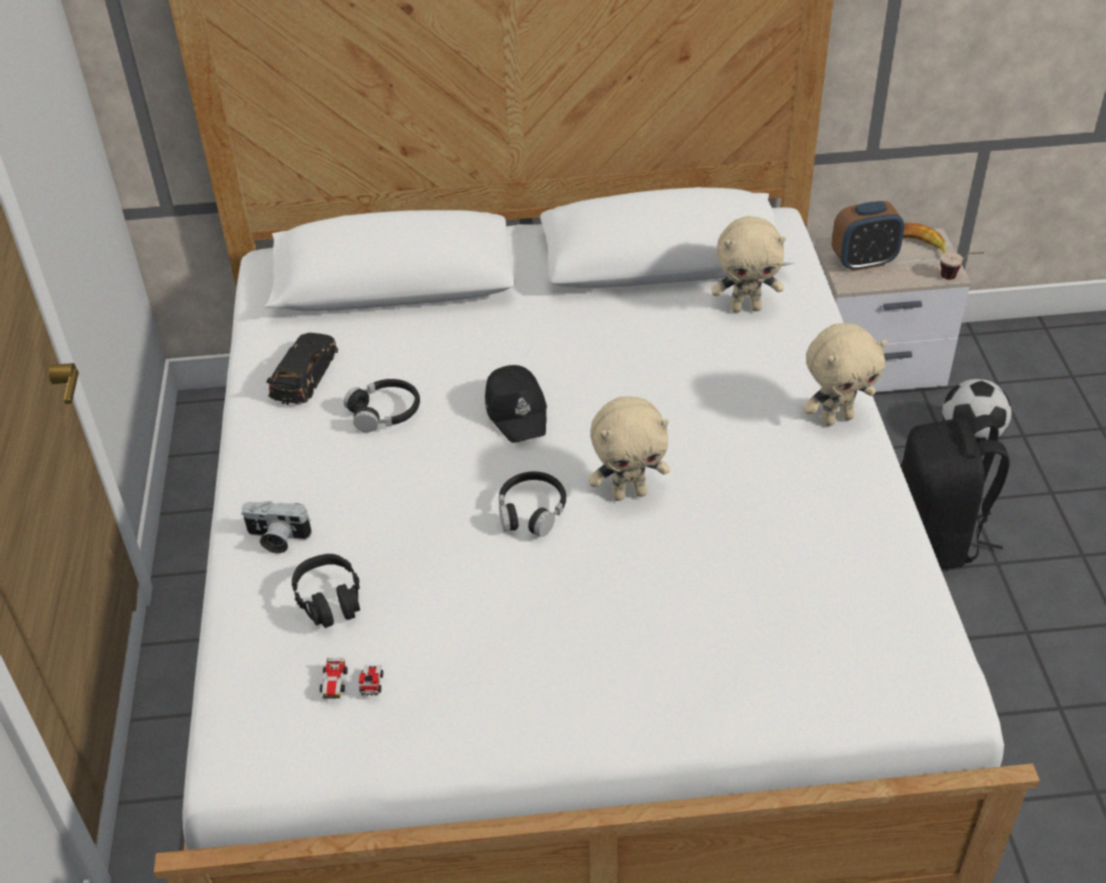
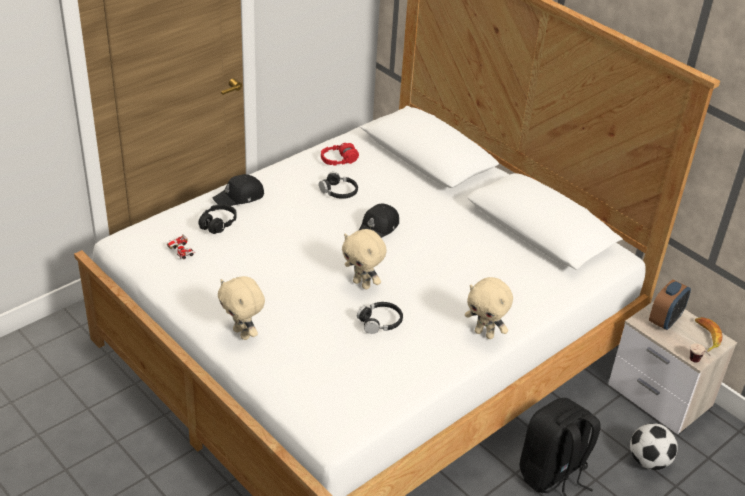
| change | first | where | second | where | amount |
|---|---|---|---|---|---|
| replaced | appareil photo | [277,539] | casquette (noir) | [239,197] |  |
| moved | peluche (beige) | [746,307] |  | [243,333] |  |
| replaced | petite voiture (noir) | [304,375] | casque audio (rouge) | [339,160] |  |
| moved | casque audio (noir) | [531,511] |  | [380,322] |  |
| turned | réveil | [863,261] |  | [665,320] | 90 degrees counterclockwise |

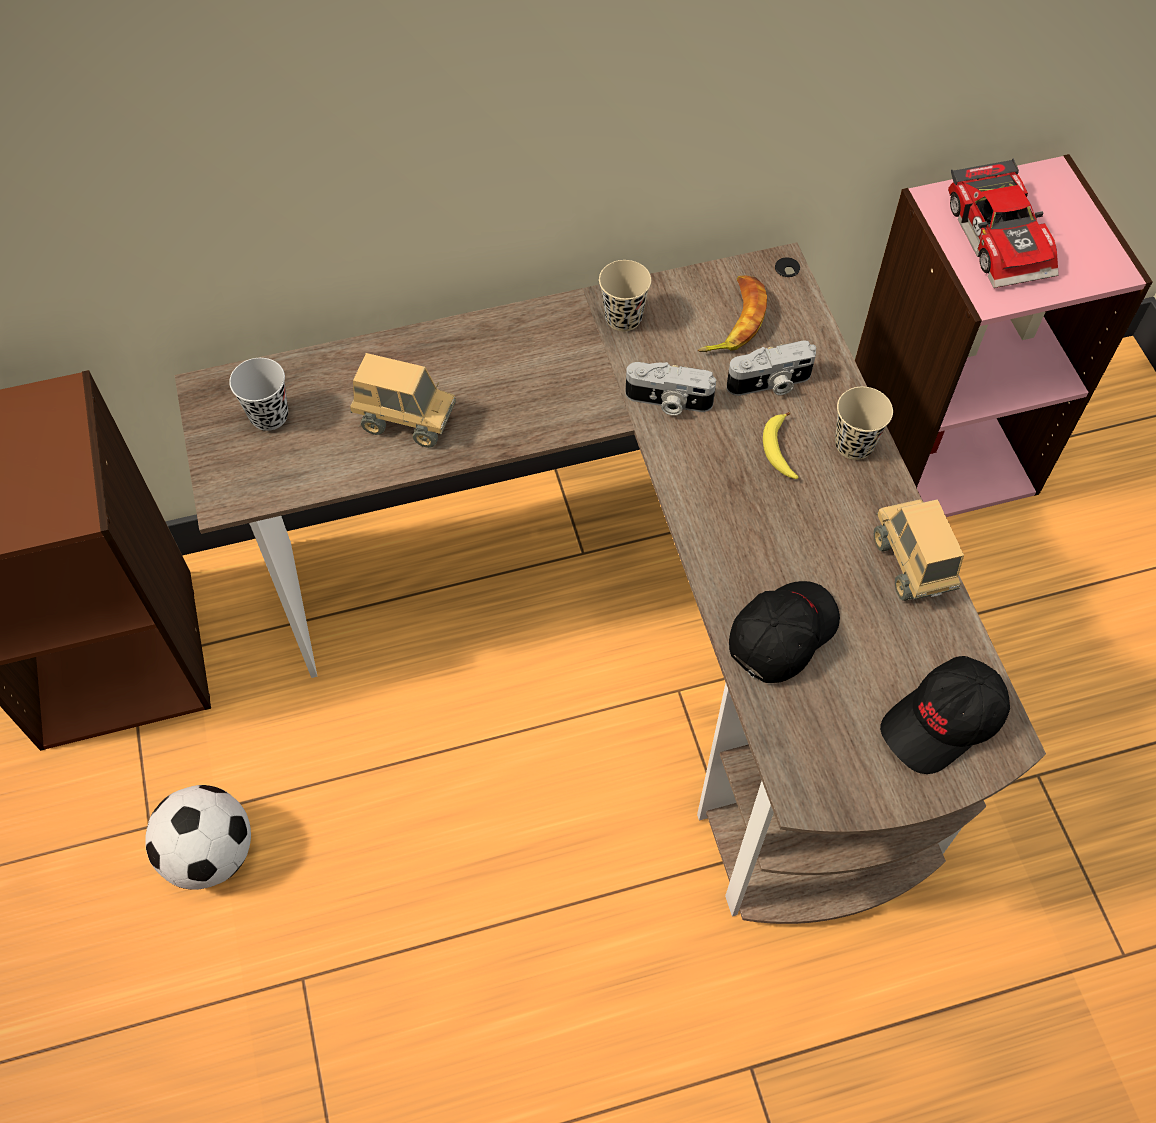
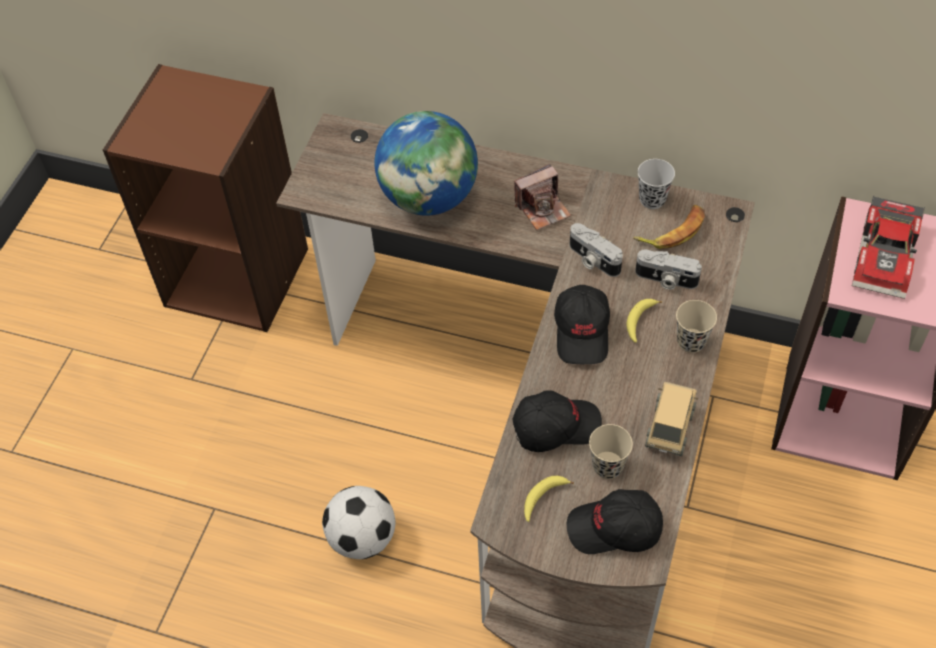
| change | first | where | second | where | amount |
|---|---|---|---|---|---|
| moved | ballon de foot | [210,852] |  | [362,537] |  |
| replaced | camion jouet | [406,422] | globe | [429,198] |  |
| added |  |  | appareil photo | [542,208] |  |
| added |  |  | banane | [543,498] |  |
| added |  |  | casquette (noir) | [582,332] |  |
| moved | tasse (beige) | [623,318] |  | [607,466] |  |
| moved | tasse (noir) | [269,416] |  | [652,199] |  |

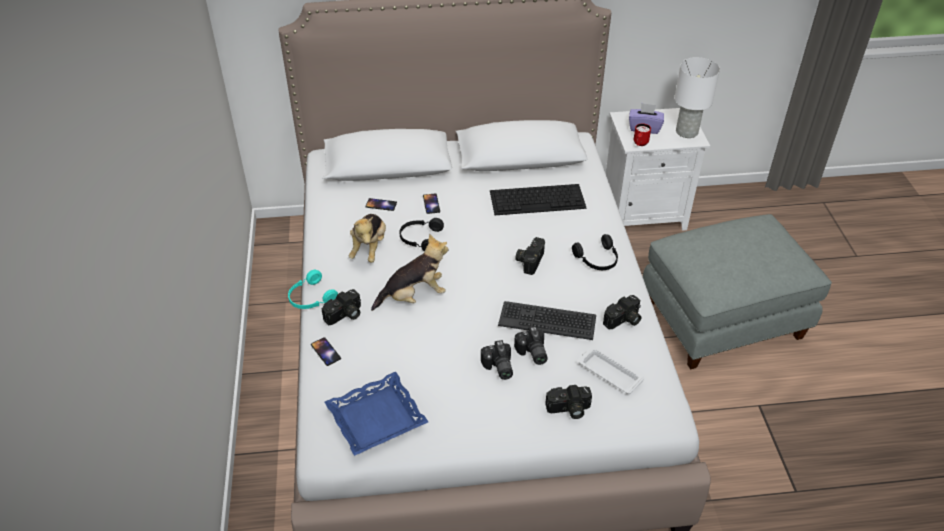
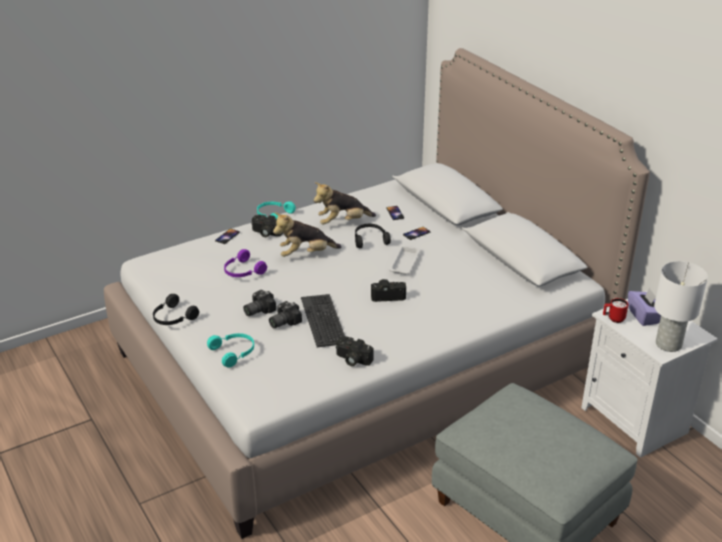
| change | first | where | second | where | amount |
|---|---|---|---|---|---|
| moved | casque audio (noir) | [597,260] |  | [173,318] |  |
| replaced | appareil photo | [568,410] | casque audio (turquoise) | [234,352] |  |
| added |  |  | casque audio (violet) | [242,271] |  |
| turned | peluche | [414,296] |  | [305,254] | 120 degrees clockwise |
| moved | plateau (blanc) | [608,372] |  | [405,262] |  |
| removed | plateau (bleu) | [376,419] |  |  |  |
| removed | clavier | [538,199] |  |  |  |

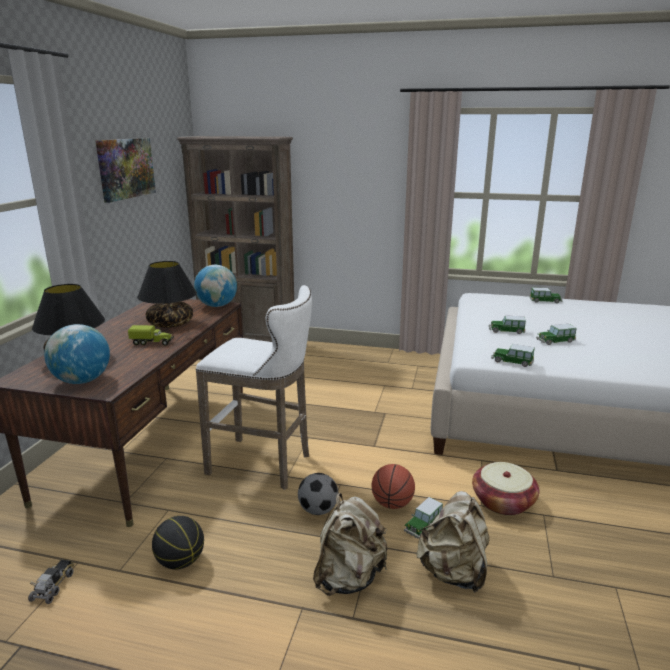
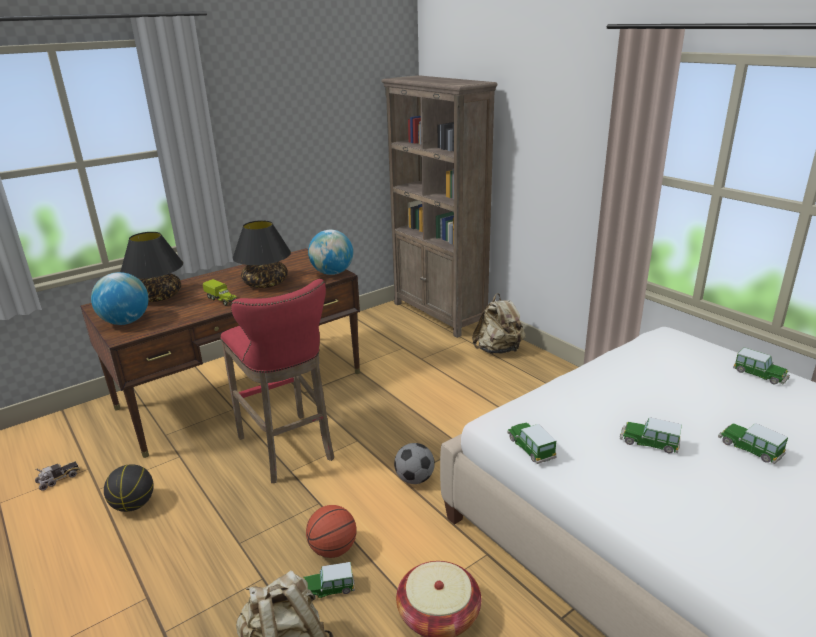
| change | first | where | second | where | amount |
|---|---|---|---|---|---|
| recoloured | tabouret (blanc) | [264,464] | tabouret (rouge) | [289,450] |  |
| moved | ballon de foot | [318,510] |  | [414,479] |  |
| moved | sac à dos (beige) | [349,577] |  | [498,350] |  |
| moved | petite voiture | [506,331] |  | [749,448] |  |
| removed | tableau | [125,168] |  |  |  |

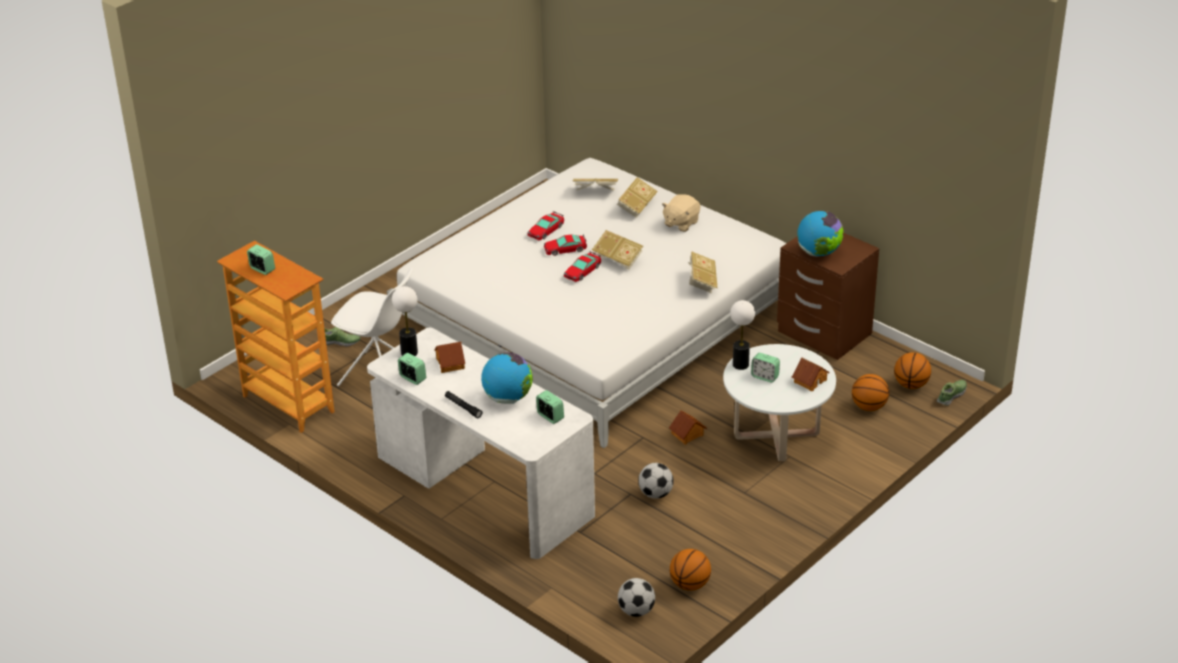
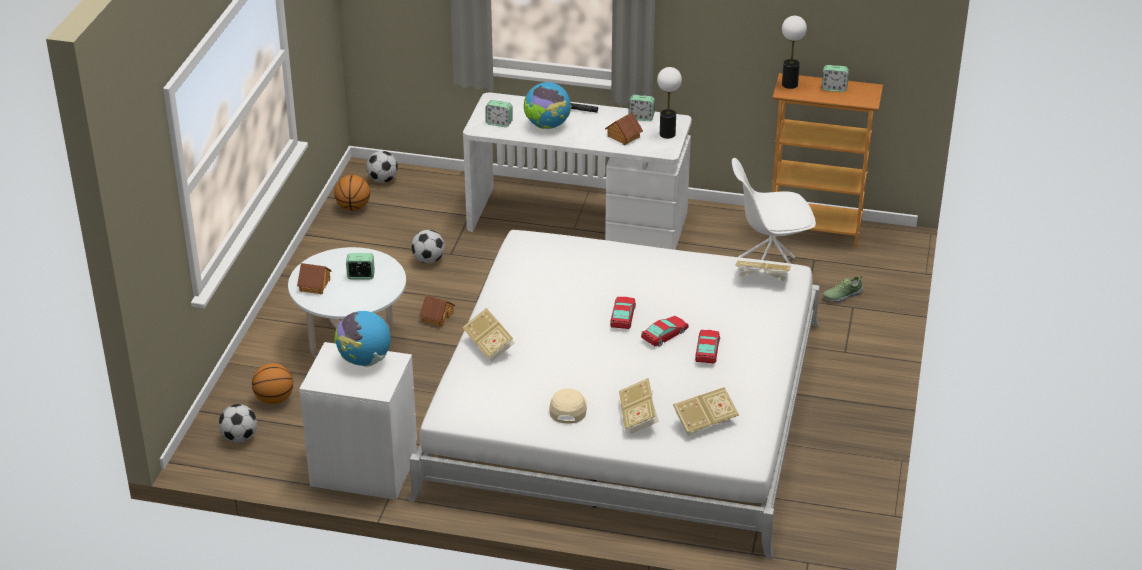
| change | first | where | second | where | amount |
|---|---|---|---|---|---|
| replaced | ballon de basket | [911,385] | ballon de foot | [239,438] |  |
| recoloured | table de chevet (marron) | [823,333] | table de chevet (blanc) | [364,468] |  |
| replaced | peluche (beige) | [680,223] | casquette (beige) | [568,408] |  |
| moved | livre | [618,259] |  | [762,280] |  |
| moved | lampe de table | [741,364] |  | [789,84] |  |
| removed | chaussure | [951,396] |  |  |  |

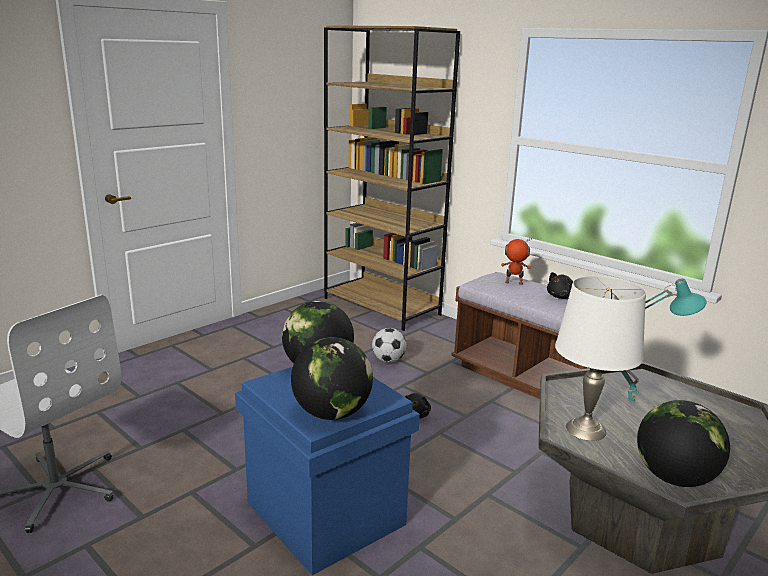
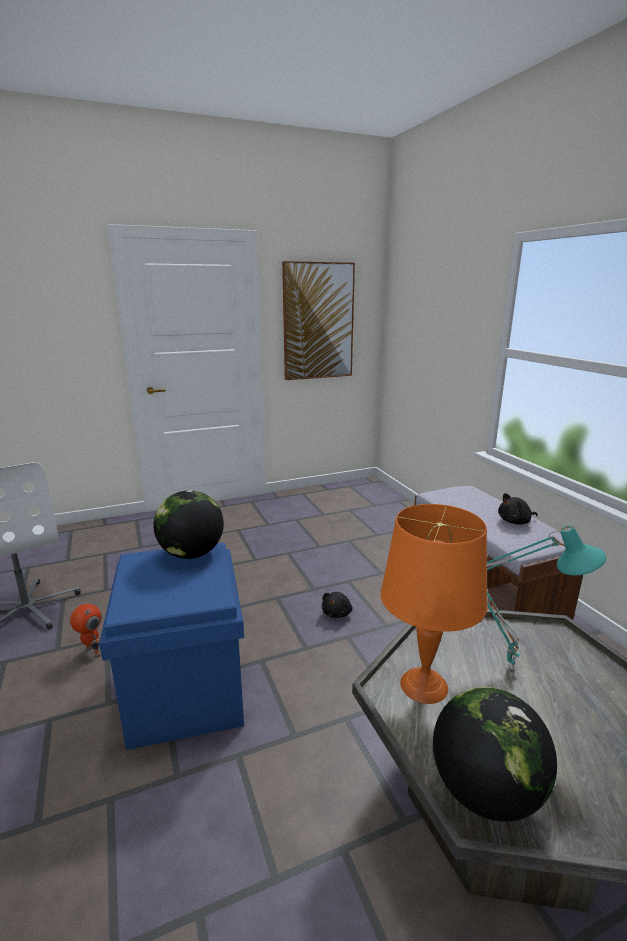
| change | first | where | second | where | amount |
|---|---|---|---|---|---|
| moved | robot jouet | [513,283] |  | [92,652] |  |
| added |  |  | tableau | [318,321] |  |
| recoloured | lampe de table (blanc) | [586,429] | lampe de table (orange) | [423,686] |  |
| removed | globe | [331,413] |  |  |  |
| removed | bibliothèque (marron) | [382,306] |  |  |  |
| removed | ballon de foot | [388,360] |  |  |  |

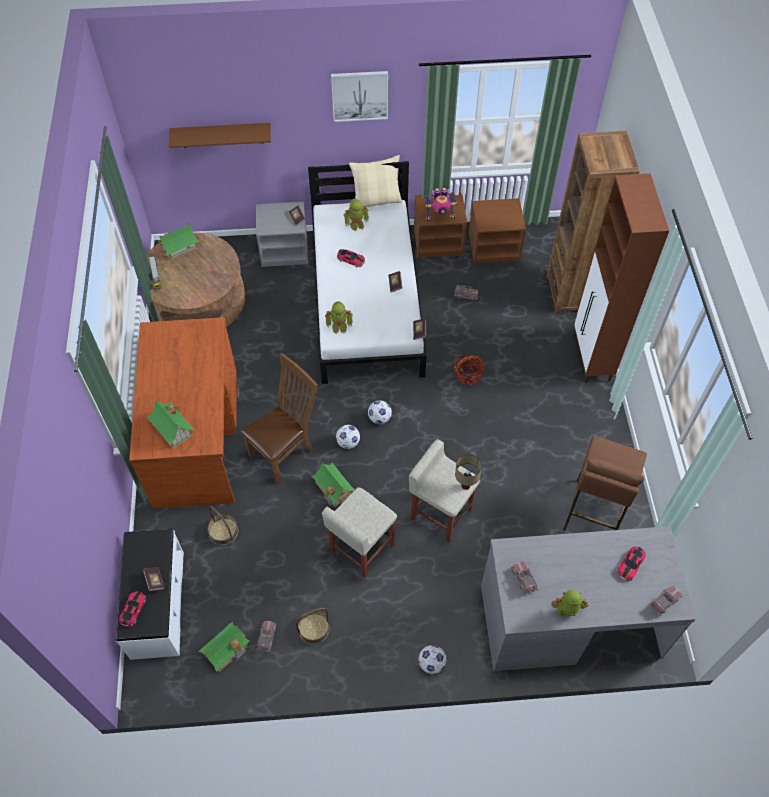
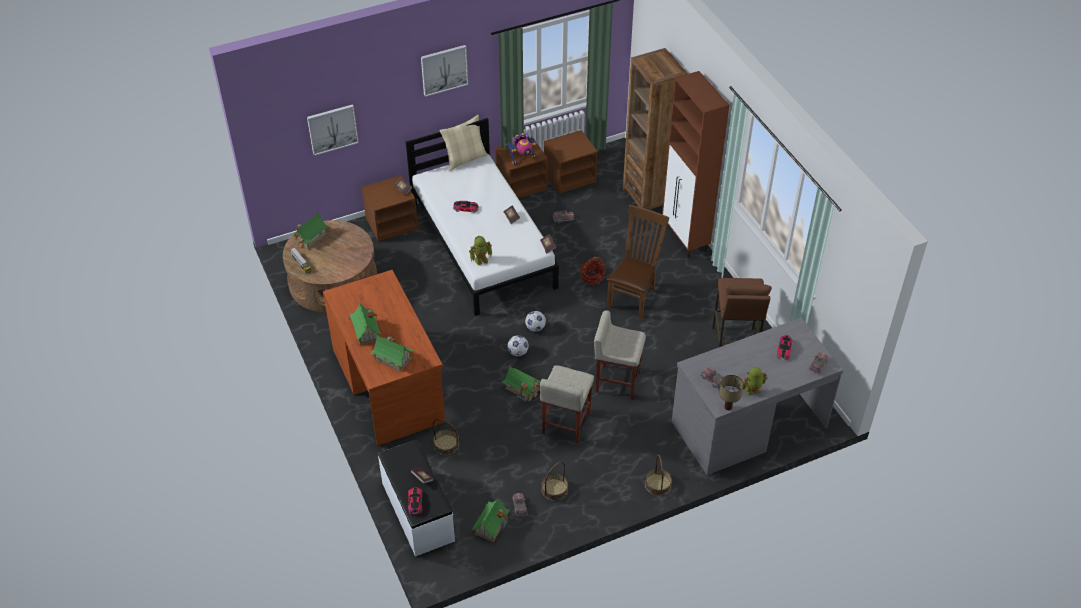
| change | first | where | second | where | amount |
|---|---|---|---|---|---|
| replaced | étagère (marron) | [222,135] | tableau | [332,129] |  |
| added |  |  | maison miniature | [366,331] |  |
| recoloured | table de chevet (gris) | [285,250] | table de chevet (marron) | [392,223] |  |
| moved | chaise (marron) | [285,451] |  | [633,297] |  |
| replaced | ballon de foot | [431,663] | panier | [657,484] |  |
| moved | lampe de table | [466,486] |  | [728,407] |  |
| removed | robot jouet | [356,224] |  |  |  |

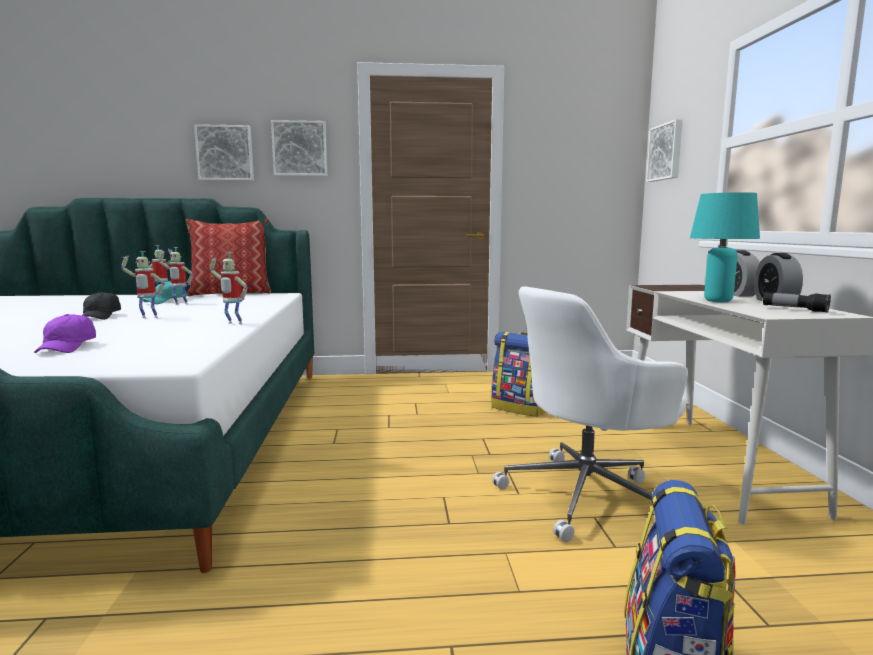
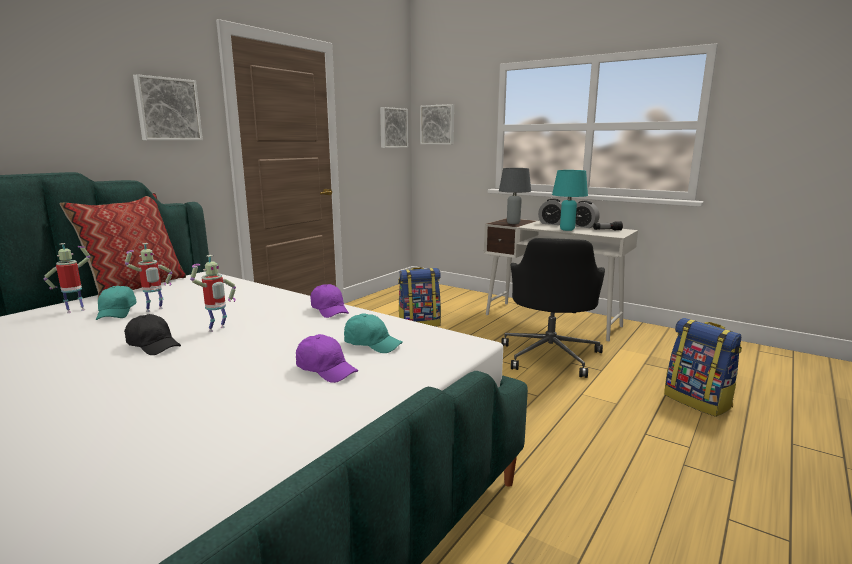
| change | first | where | second | where | amount |
|---|---|---|---|---|---|
| replaced | robot jouet | [233,323] | casquette (violet) | [330,310] |  |
| added |  |  | casquette (turquoise) | [372,344] |  |
| moved | tableau | [225,153] |  | [392,128] |  |
| added |  |  | lampe de table (gris) | [513,223] |  |
| recoloured | chaise de bureau (blanc) | [588,496] | chaise de bureau (noir) | [550,355] |  |

